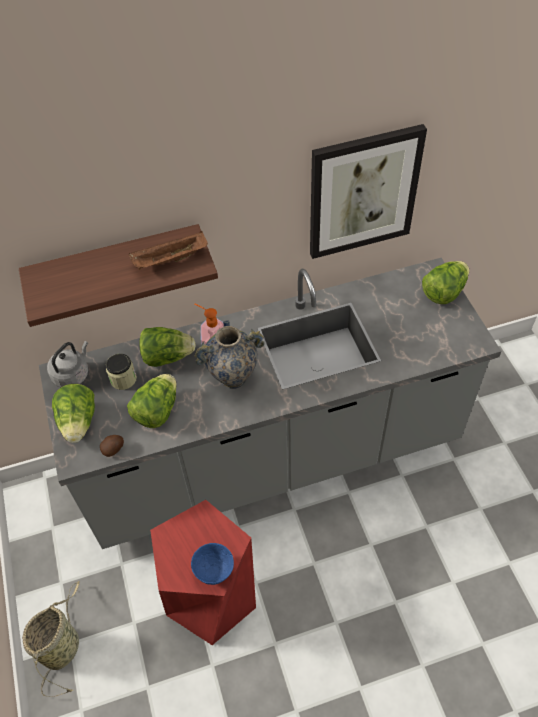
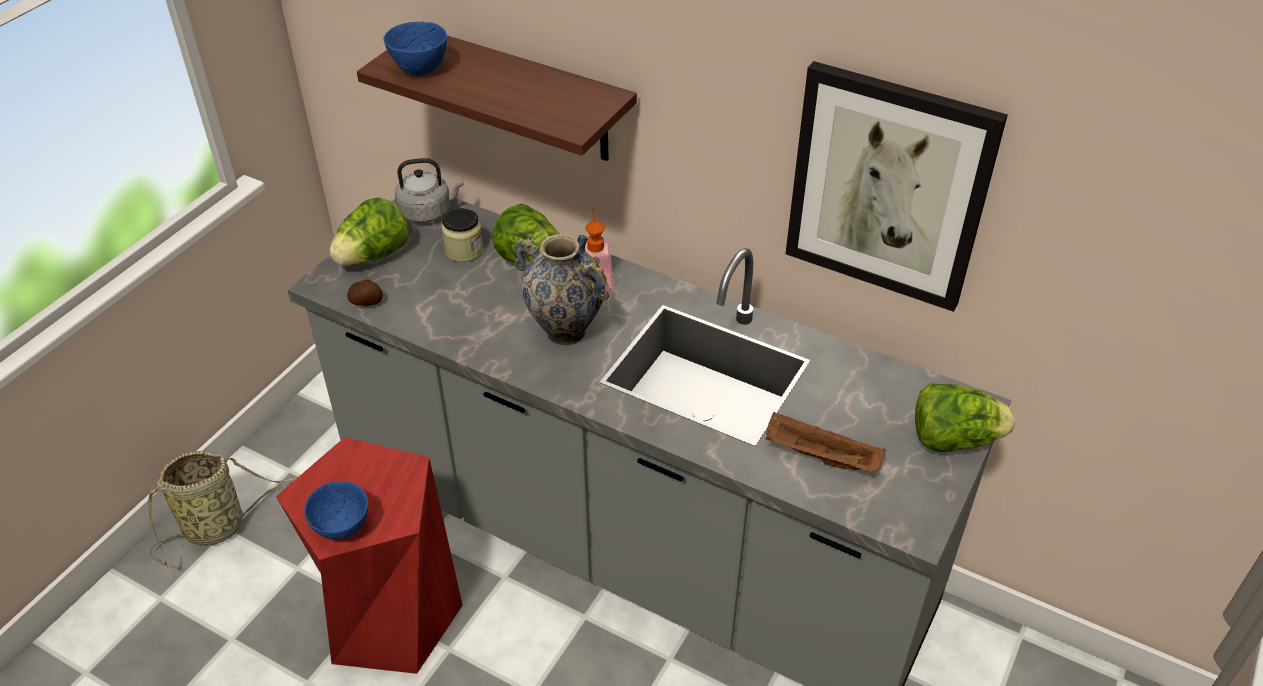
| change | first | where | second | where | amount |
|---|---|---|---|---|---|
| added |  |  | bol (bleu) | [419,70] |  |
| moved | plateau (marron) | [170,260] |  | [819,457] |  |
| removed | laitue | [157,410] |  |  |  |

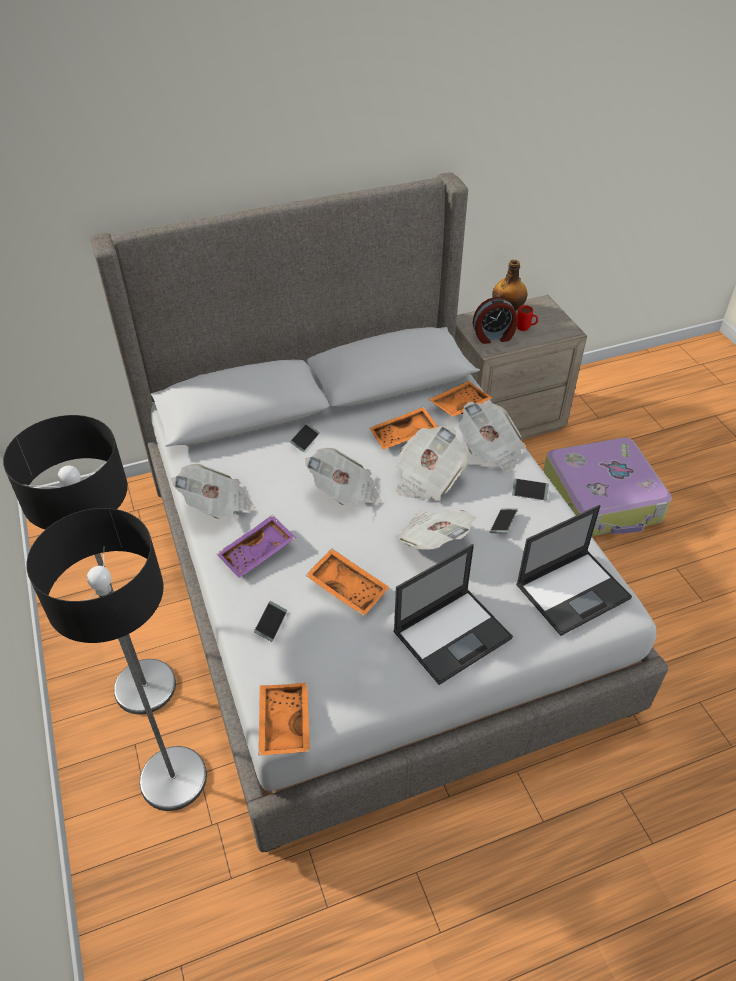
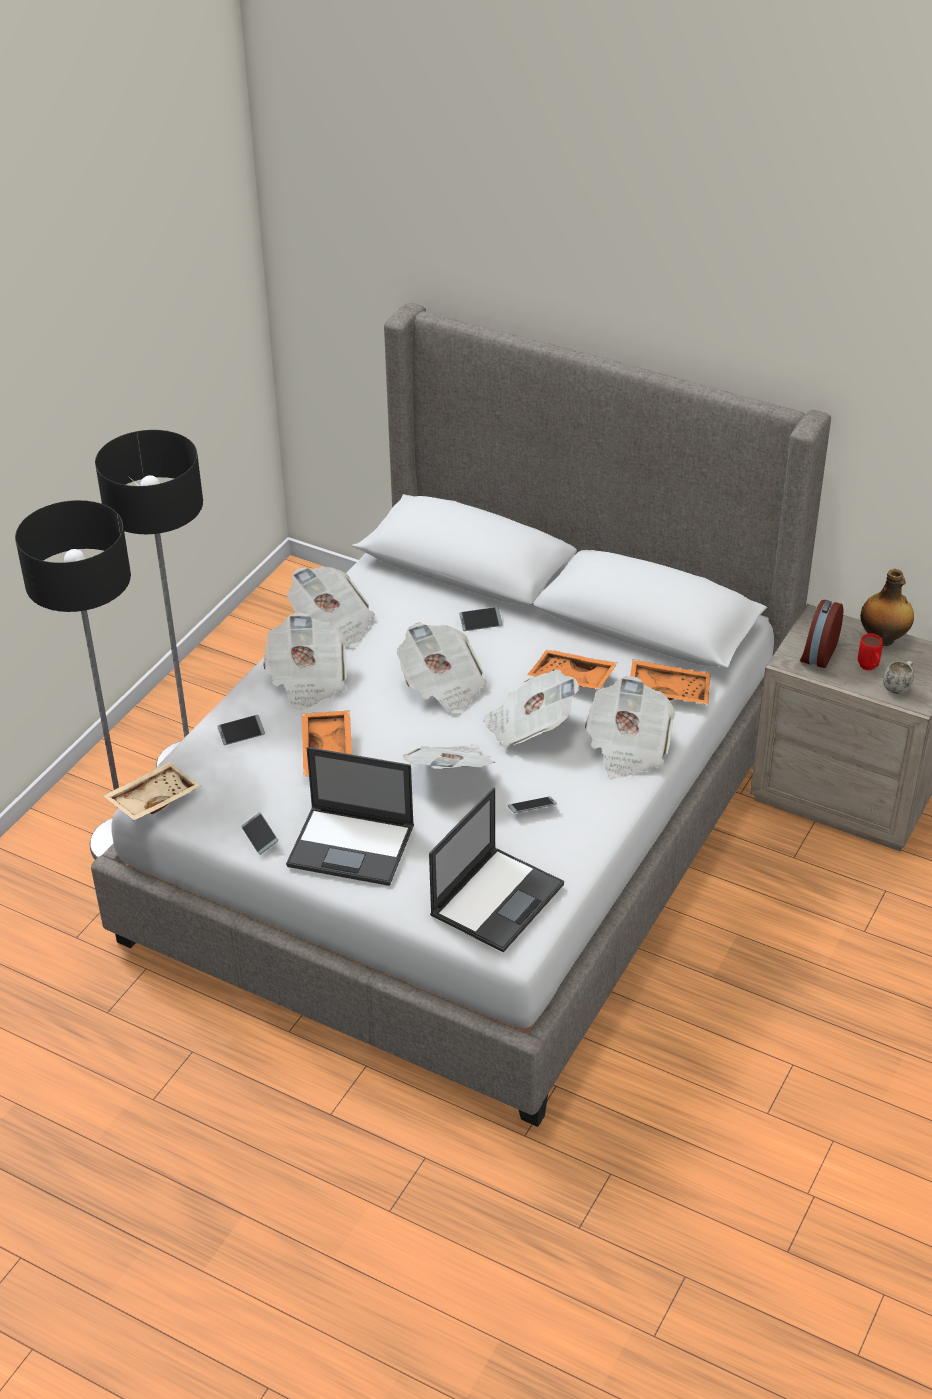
| change | first | where | second | where | amount |
|---|---|---|---|---|---|
| recoloured | plateau (orange) | [283,724] | plateau (beige) | [152,799] |  |
| moved | téléphone | [529,492] |  | [260,837] |  |
| replaced | plateau (violet) | [258,553] | journal | [307,680] |  |
| turned | ordinateur portable | [573,591] |  | [497,898] | 75 degrees counterclockwise |
| turned | réveil | [493,337] |  | [818,653] | 75 degrees clockwise |
| added |  |  | mug (blanc) | [898,686] |  |
| removed | valise | [602,500] |  |  |  |

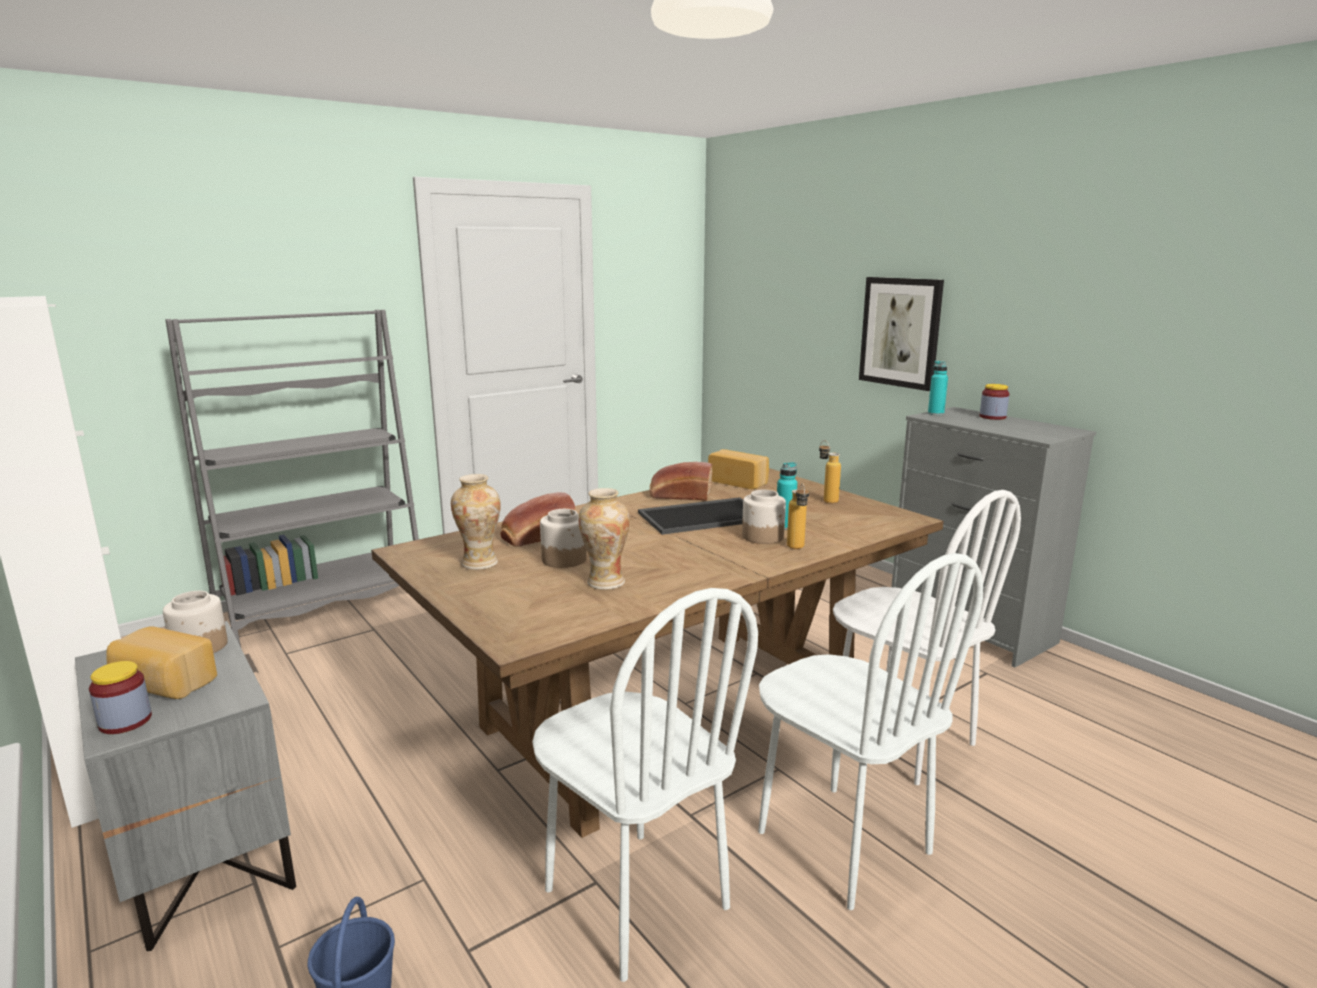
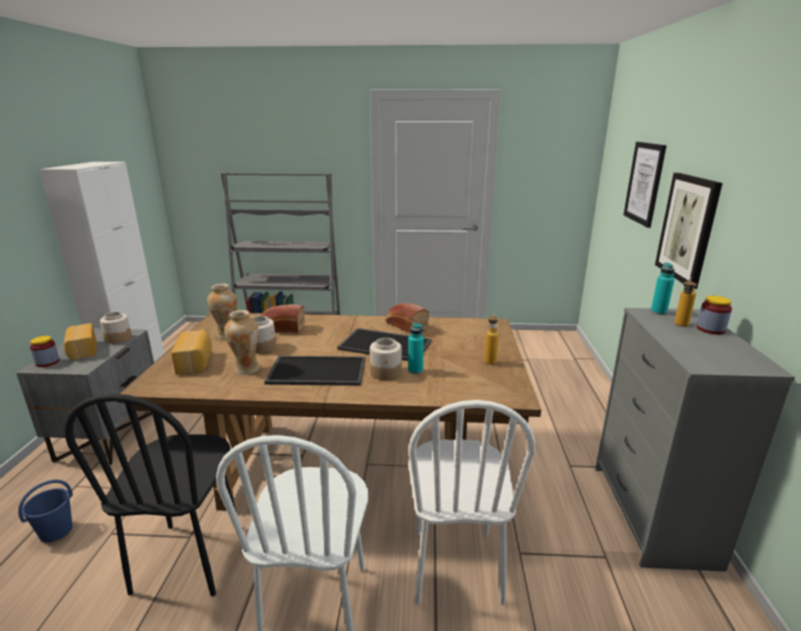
| change | first | where | second | where | amount |
|---|---|---|---|---|---|
| recoloured | chaise (blanc) | [634,899] | chaise (noir) | [189,558] |  |
| moved | pain | [739,482] |  | [195,362] |  |
| added |  |  | plateau | [316,372] |  |
| added |  |  | tableau | [644,183] |  |
| moved | bouteille | [797,549] |  | [680,326] |  |

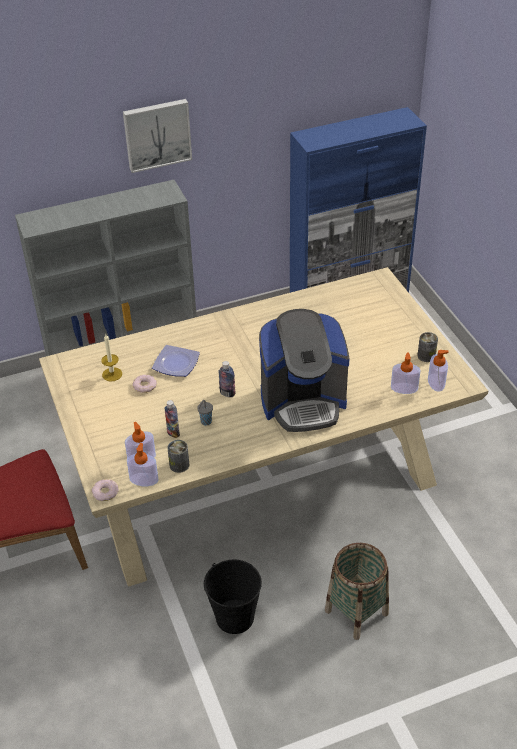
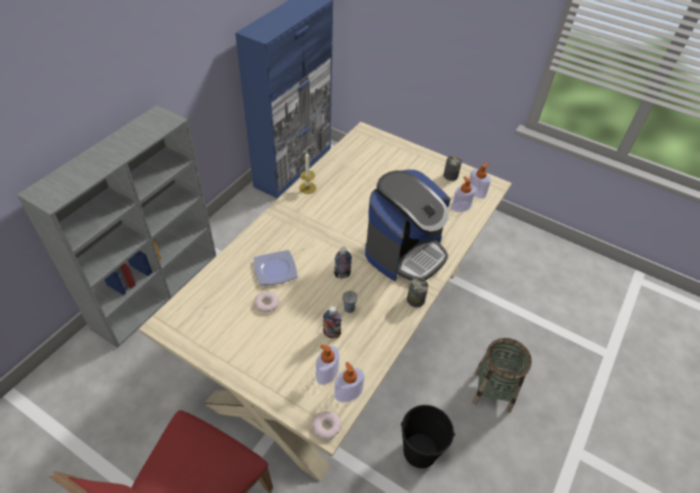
| change | first | where | second | where | amount |
|---|---|---|---|---|---|
| moved | bougie | [112,374] |  | [307,188] |  |
| moved | boîte métallique | [179,465] |  | [415,300] |  |
| removed | tableau | [157,134] |  |  |  |

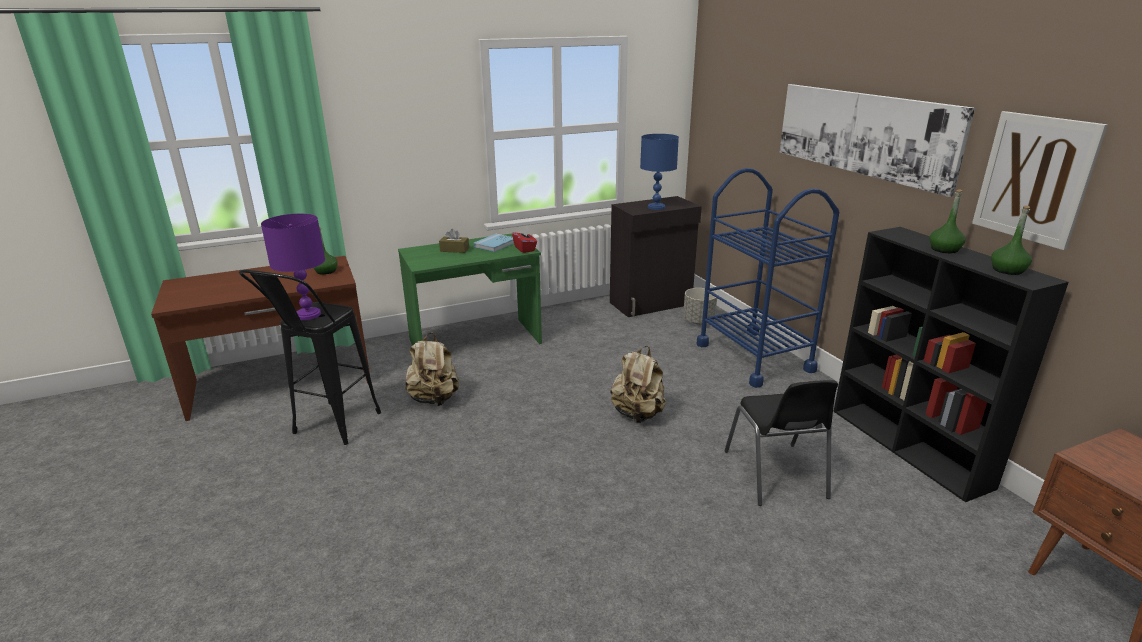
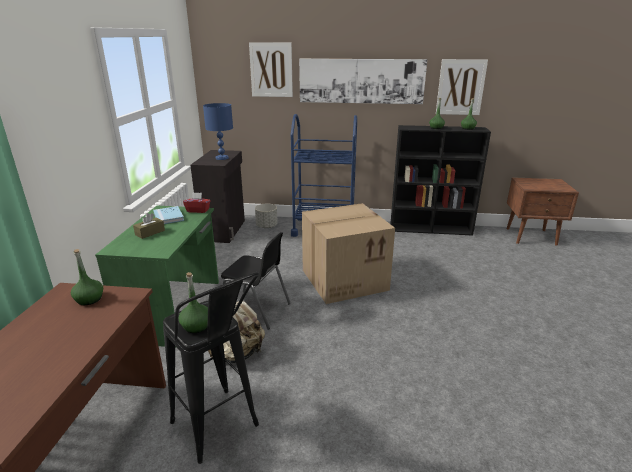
| change | first | where | second | where | amount |
|---|---|---|---|---|---|
| replaced | lampe de table (violet) | [308,315] | bouteille (vert) | [196,326] |  |
| moved | chaise (noir) | [775,475] |  | [255,310] |  |
| added |  |  | tableau | [271,70] |  |
| replaced | sac à dos (beige) | [638,414] | carton | [345,279] |  |

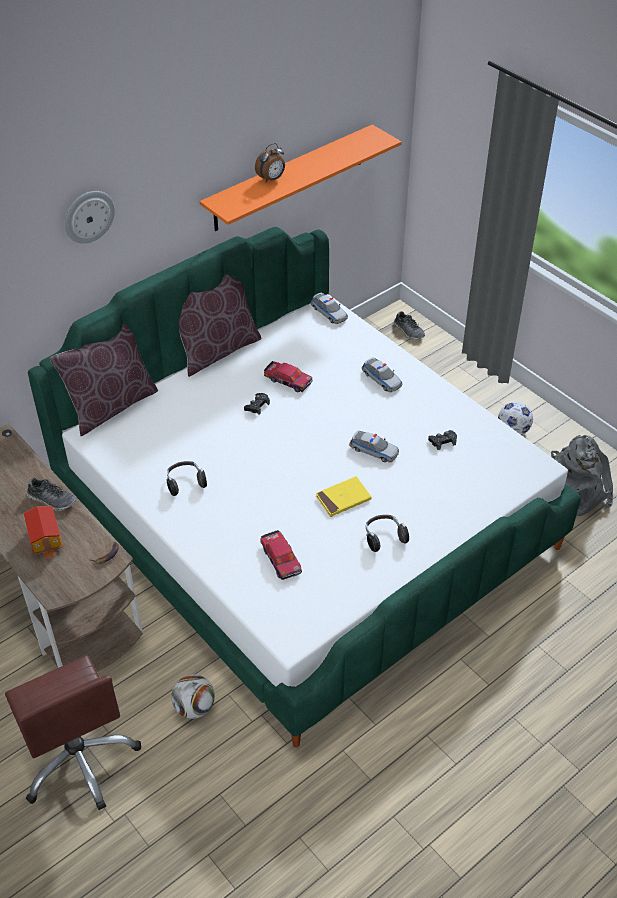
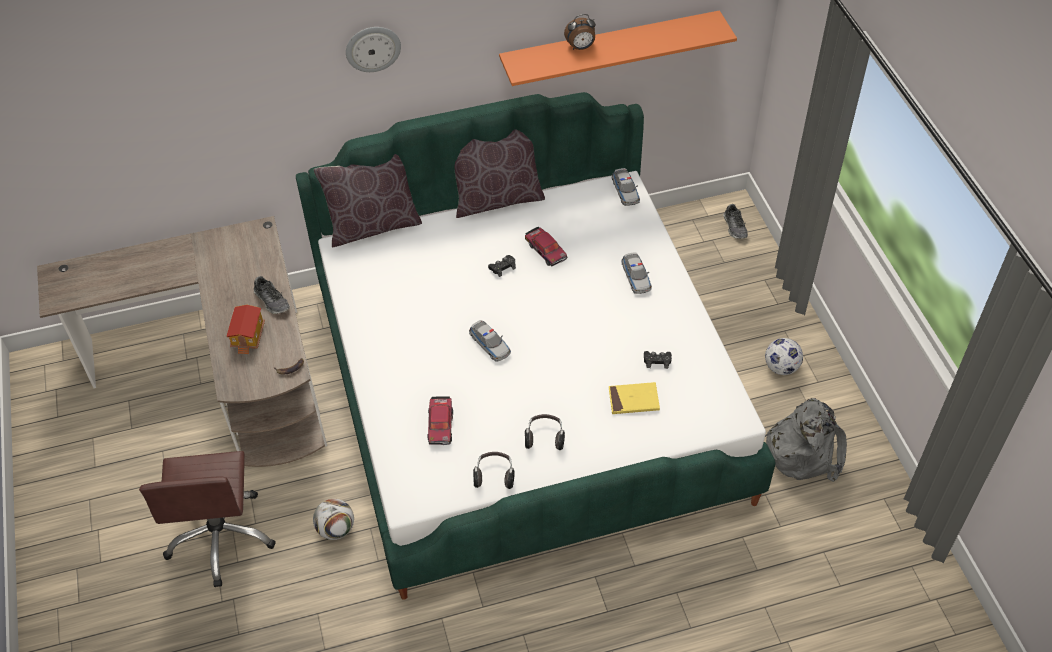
| change | first | where | second | where | amount |
|---|---|---|---|---|---|
| moved | petite voiture | [374,450] |  | [490,344] |  |
| moved | casque audio | [185,483] |  | [494,475] |  |
| moved | livre (jaune) | [343,498] |  | [633,400] |  |

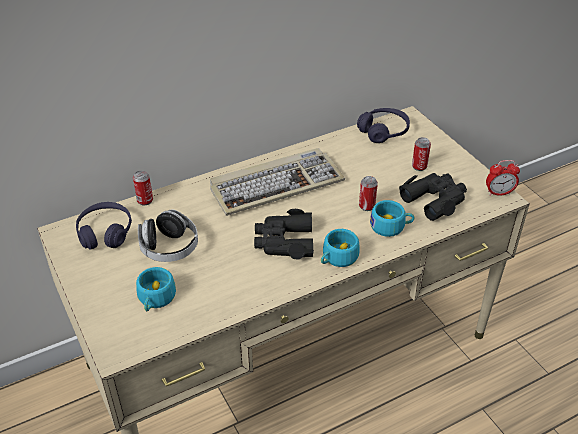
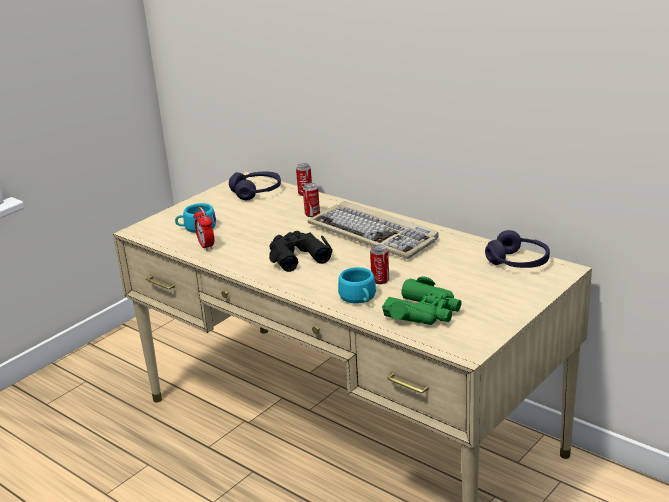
| change | first | where | second | where | amount |
|---|---|---|---|---|---|
| moved | réveil | [499,193] |  | [206,246] |  |
| moved | boîte métallique | [419,166] |  | [312,214] |  |
| recoloured | jumelles (noir) | [435,199] | jumelles (vert) | [424,312] |  |
| removed | casque audio | [169,248] |  |  |  |
| removed | tasse (turquoise) | [337,258] |  |  |  |

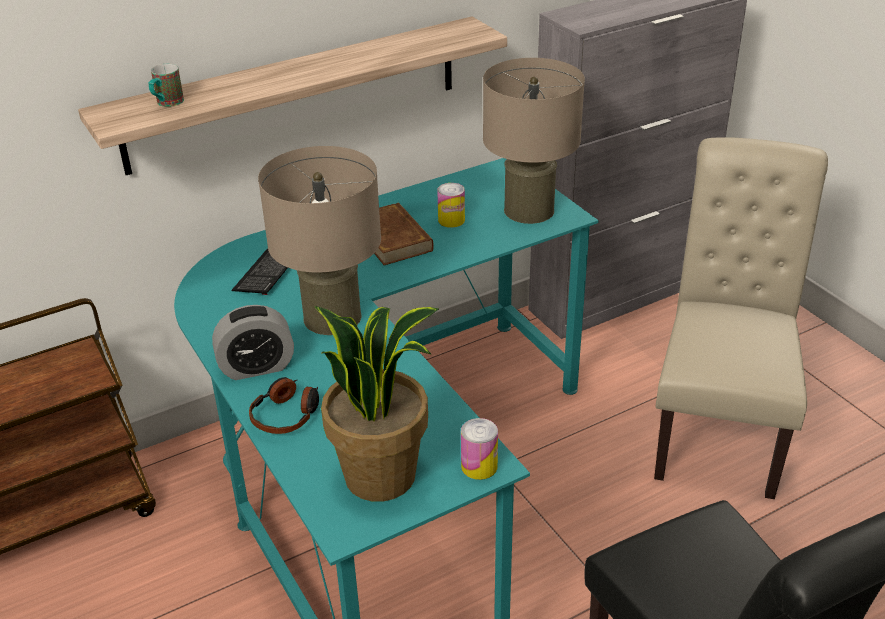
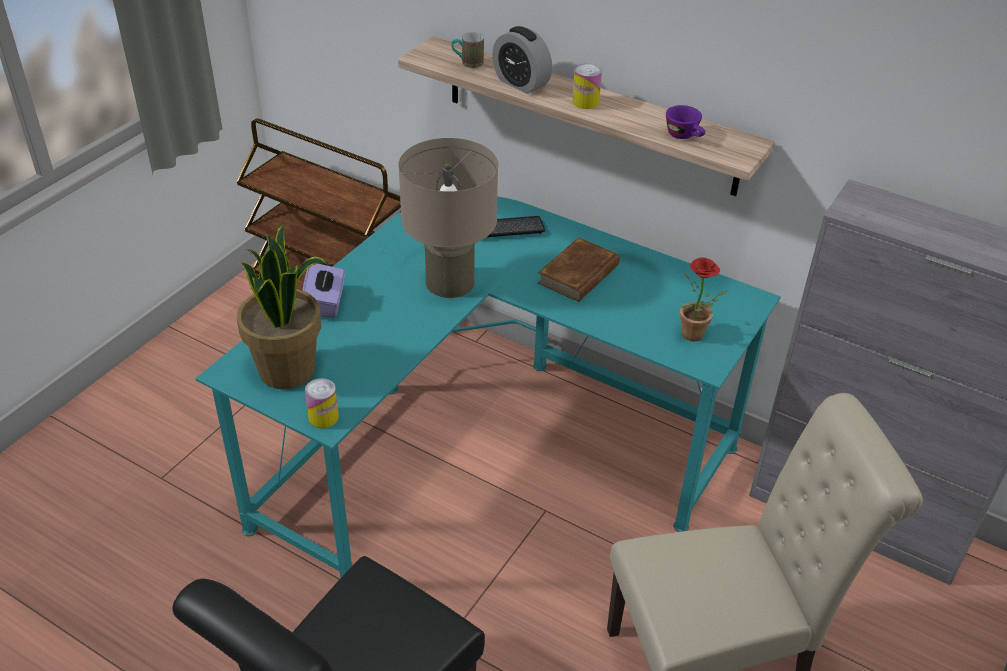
| change | first | where | second | where | amount |
|---|---|---|---|---|---|
| replaced | casque audio | [287,414] | boîte à mouchoirs (violet) | [326,303] |  |
| moved | réveil | [256,367] |  | [521,83] |  |
| moved | boîte métallique | [451,220] |  | [585,102] |  |
| added |  |  | tasse (violet) | [685,136] |  |
| replaced | lampe de table (beige) | [529,210] | plante en pot | [693,337] |  |

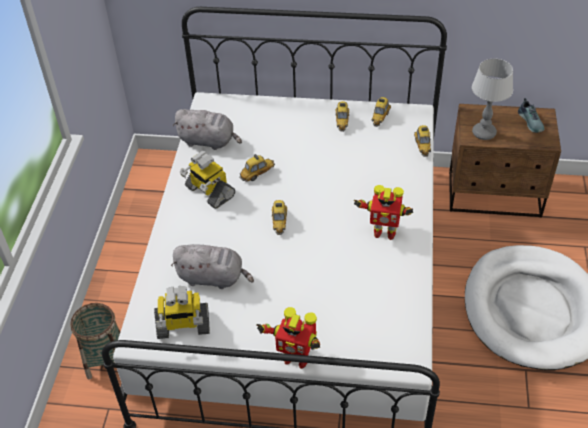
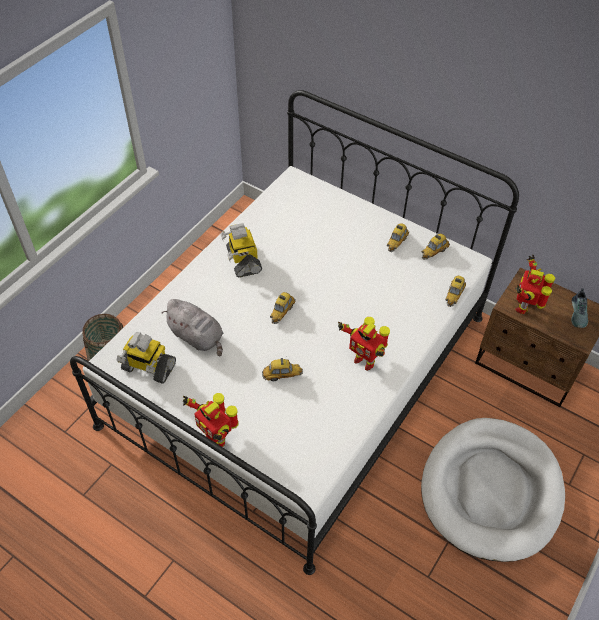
| change | first | where | second | where | amount |
|---|---|---|---|---|---|
| moved | petite voiture | [257,174] |  | [282,375] |  |
| replaced | lampe de table | [484,133] | robot jouet | [524,306] |  |
| removed | peluche (gris) | [209,141] |  |  |  |

